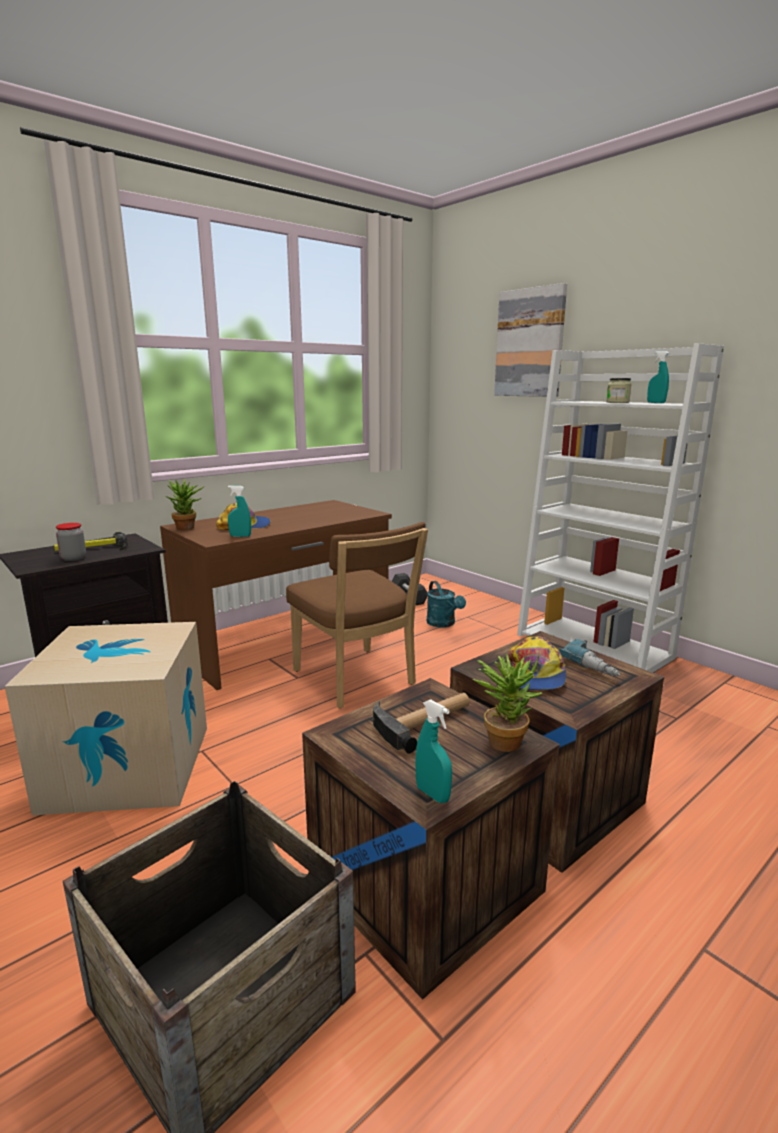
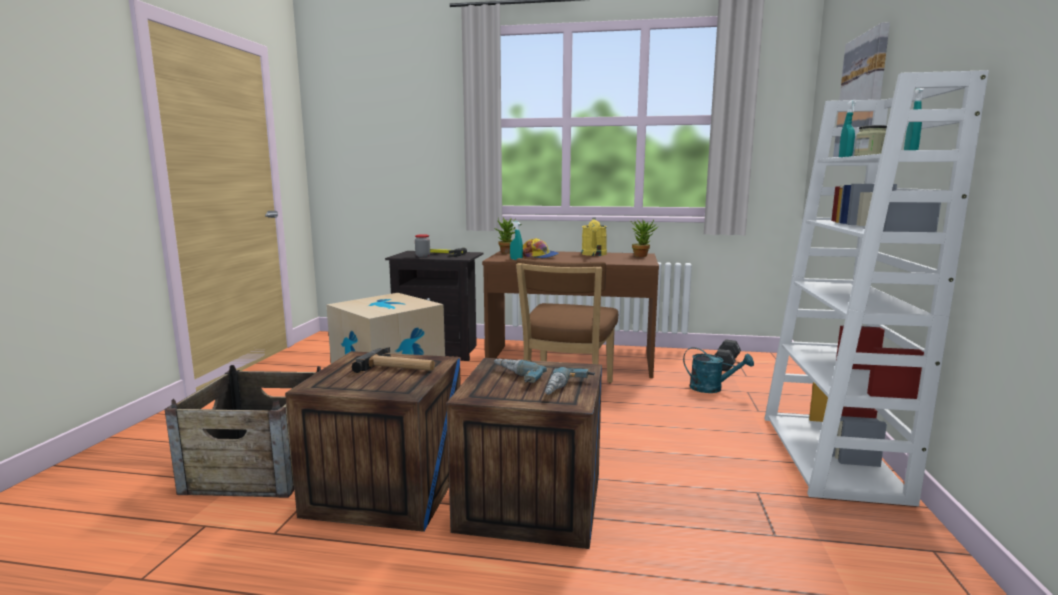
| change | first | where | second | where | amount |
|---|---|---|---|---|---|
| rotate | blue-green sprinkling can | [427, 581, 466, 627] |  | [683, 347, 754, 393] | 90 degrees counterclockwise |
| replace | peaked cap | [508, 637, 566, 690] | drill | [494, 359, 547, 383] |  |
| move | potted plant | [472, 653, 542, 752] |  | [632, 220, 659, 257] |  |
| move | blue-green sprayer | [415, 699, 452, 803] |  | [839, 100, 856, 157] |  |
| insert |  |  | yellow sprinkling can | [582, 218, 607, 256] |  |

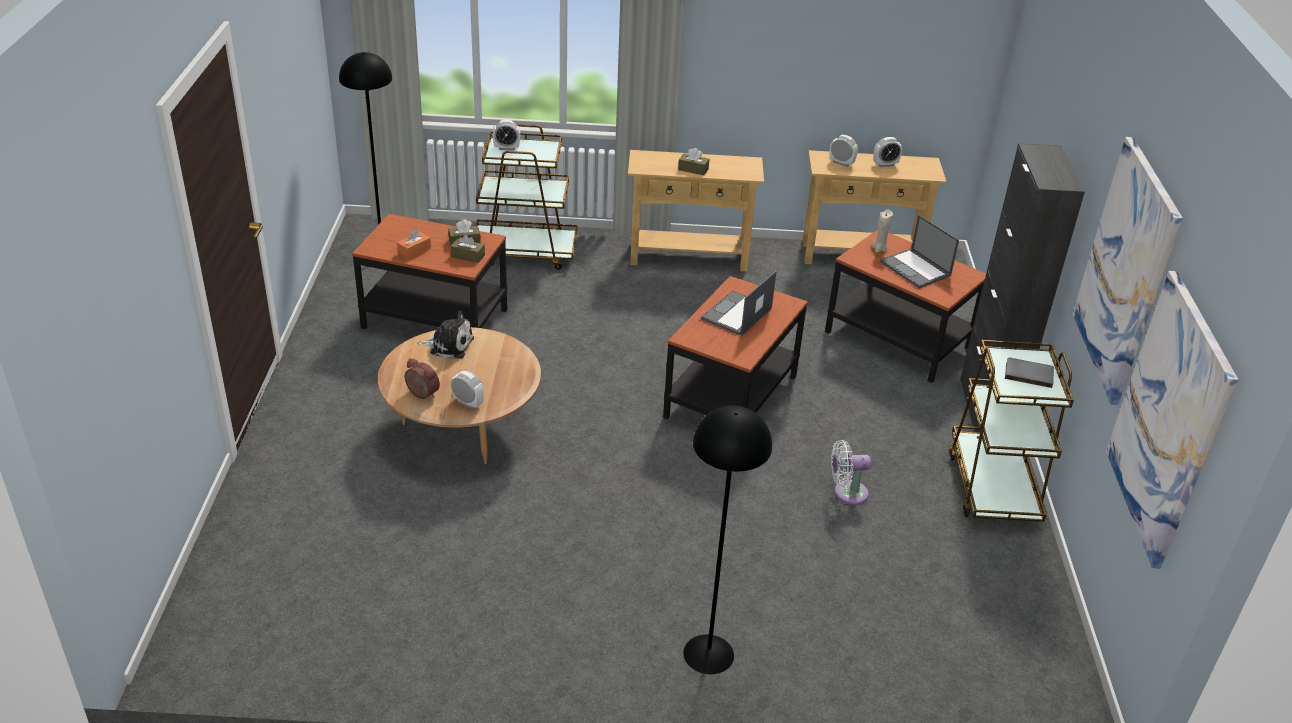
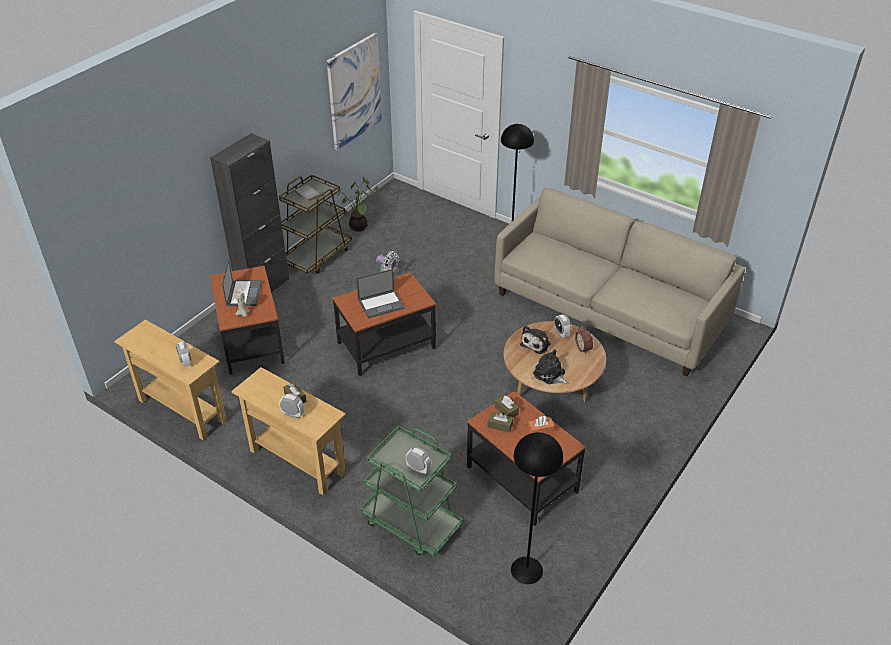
| change | first | where | second | where | amount |
|---|---|---|---|---|---|
| recolor | brown wheeled cart | [475, 124, 577, 270] | greenish wheeled cart | [360, 425, 463, 557] |  |
| move | table clock | [873, 137, 902, 167] |  | [279, 393, 304, 418] |  |
| delete | picture | [1072, 137, 1183, 405] |  |  |  |
| insert |  |  | potted plant | [338, 177, 381, 231] |  |
| insert |  |  | beige-coloured sofa | [494, 188, 745, 377] |  |
| insert |  |  | soft toy | [520, 326, 551, 354] |  |

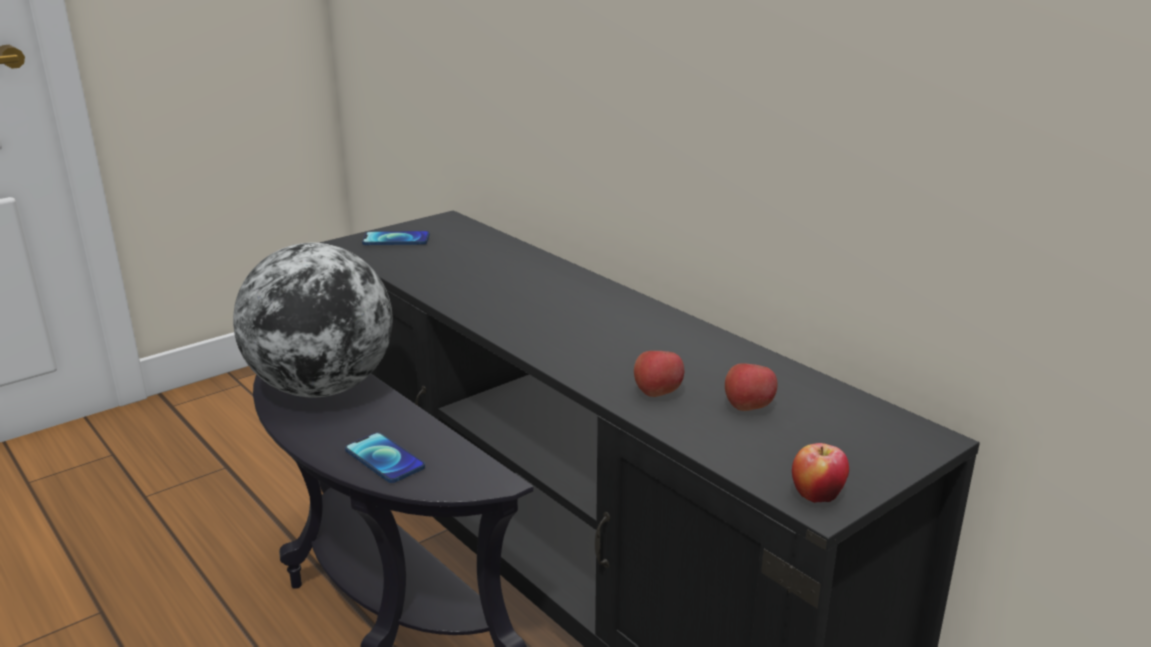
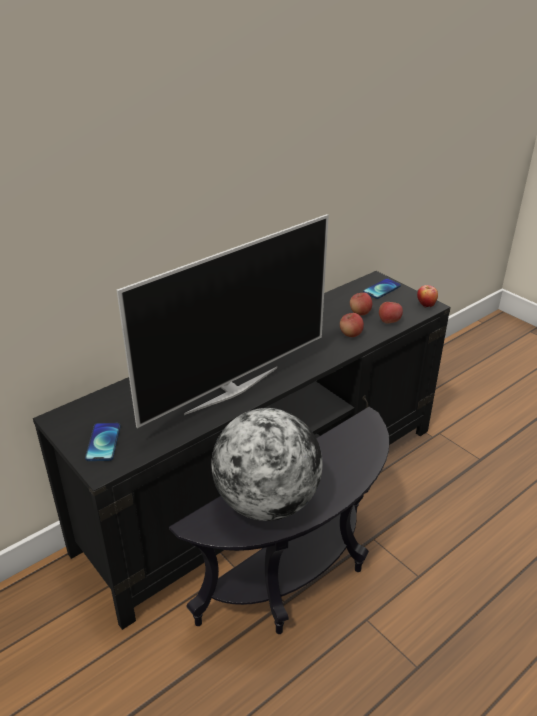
| change | first | where | second | where | amount |
|---|---|---|---|---|---|
| move | telephone | [345, 433, 425, 483] |  | [363, 278, 401, 299] |  |
| insert |  |  | TV | [117, 214, 329, 428] |  |
| insert |  |  | apple fruit | [379, 302, 403, 324] |  |

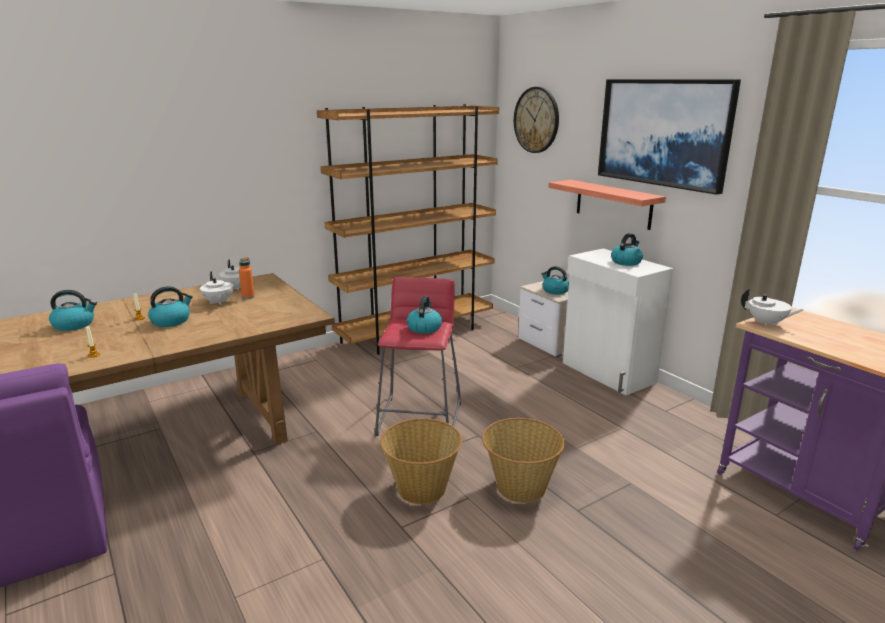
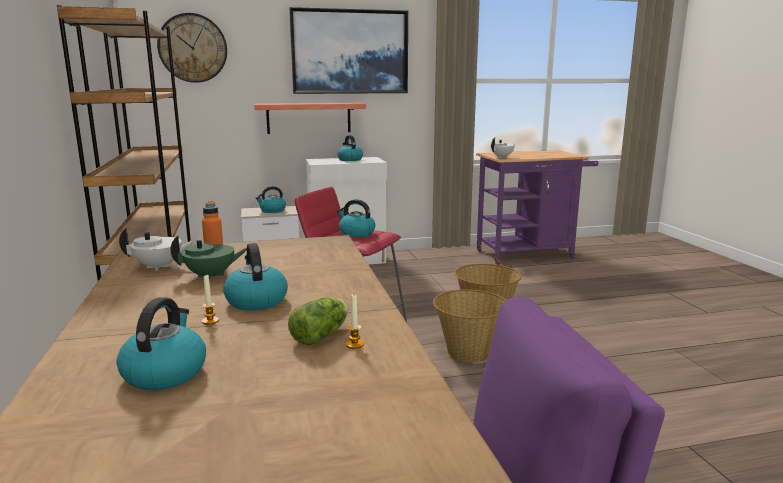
| change | first | where | second | where | amount |
|---|---|---|---|---|---|
| recolor | white teapot | [200, 272, 233, 305] | greenish teapot | [170, 236, 247, 281] |  |
| insert |  |  | head of lettuce | [288, 297, 348, 345] |  |

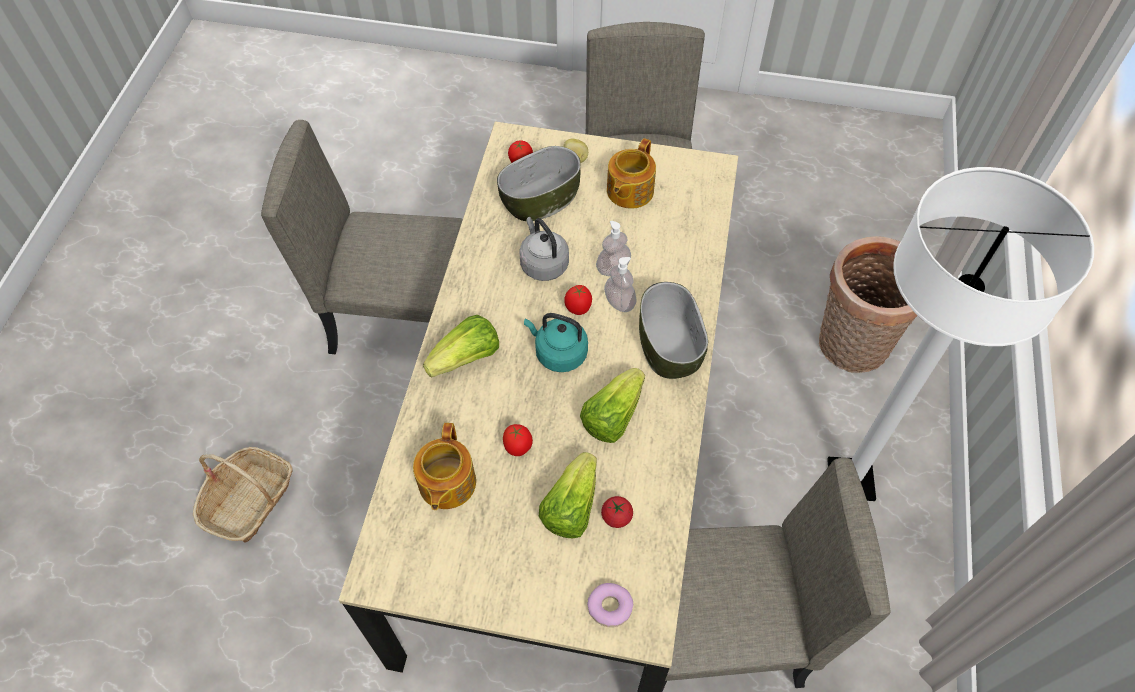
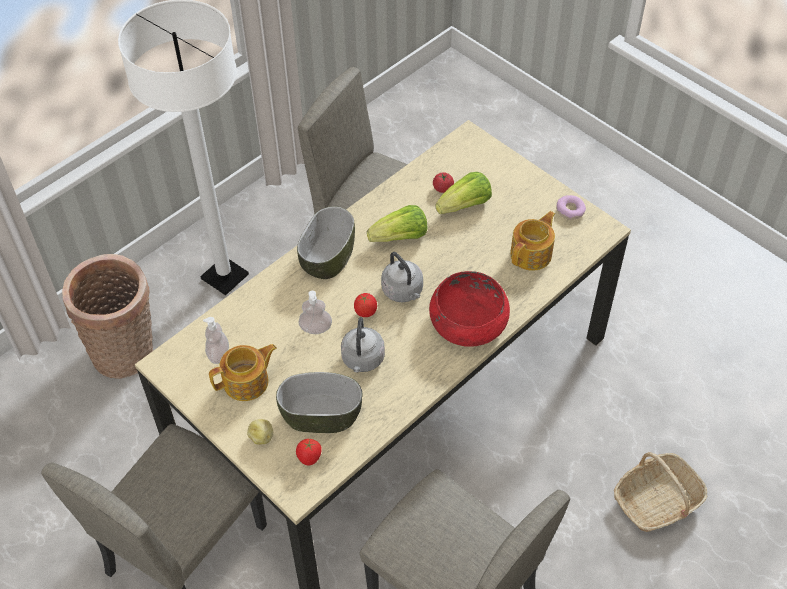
| change | first | where | second | where | amount |
|---|---|---|---|---|---|
| move | soap bottle | [604, 257, 637, 312] |  | [203, 317, 229, 364] |  |
| recolor | blue-green tea kettle | [524, 313, 588, 372] | greyish tea kettle | [381, 252, 423, 302] |  |
| replace | head of lettuce | [423, 315, 499, 377] | red serving bowl | [429, 271, 510, 347] |  |
| delete | fresh tomato | [503, 424, 533, 456] |  |  |  |
| move | ring doughnut | [587, 583, 633, 628] |  | [556, 195, 586, 220] |  |

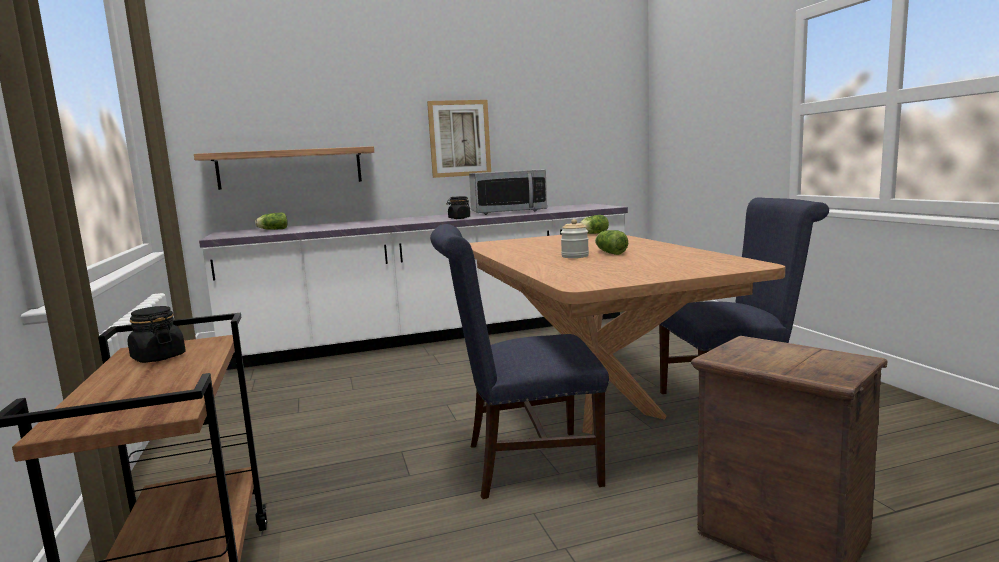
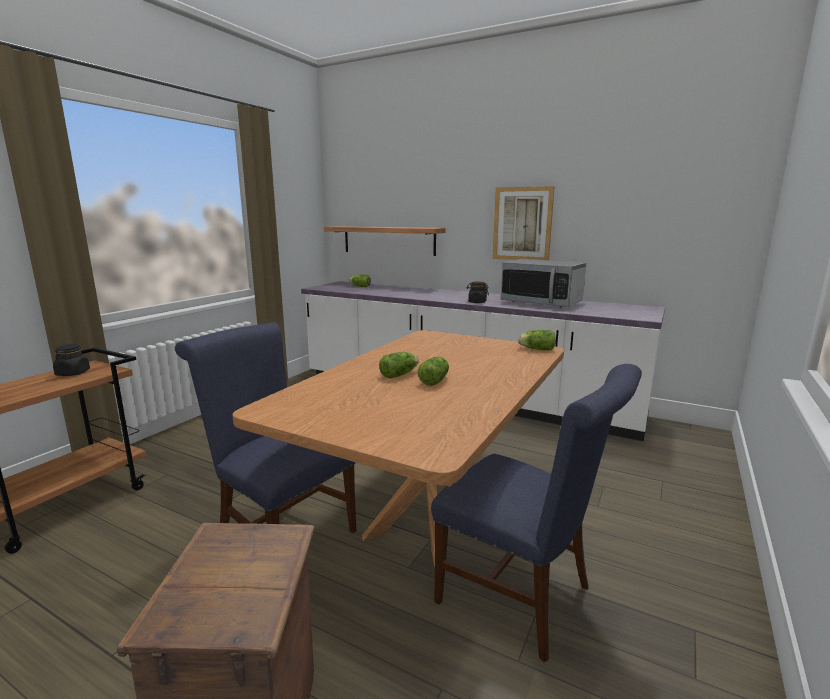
| change | first | where | second | where | amount |
|---|---|---|---|---|---|
| replace | jar | [561, 219, 589, 258] | head of lettuce | [379, 352, 419, 379] |  |

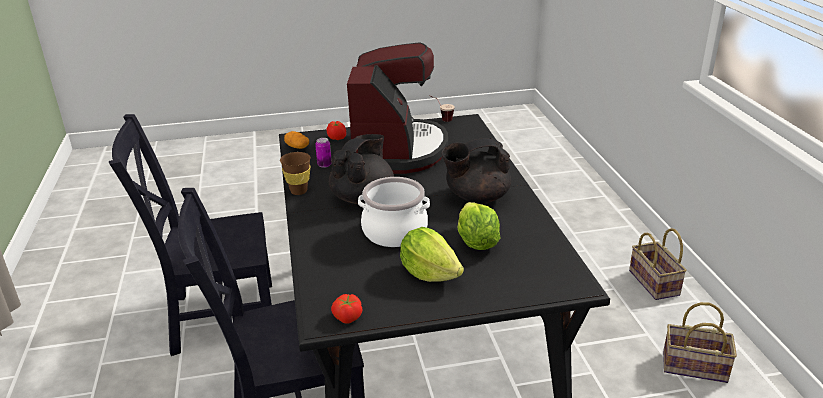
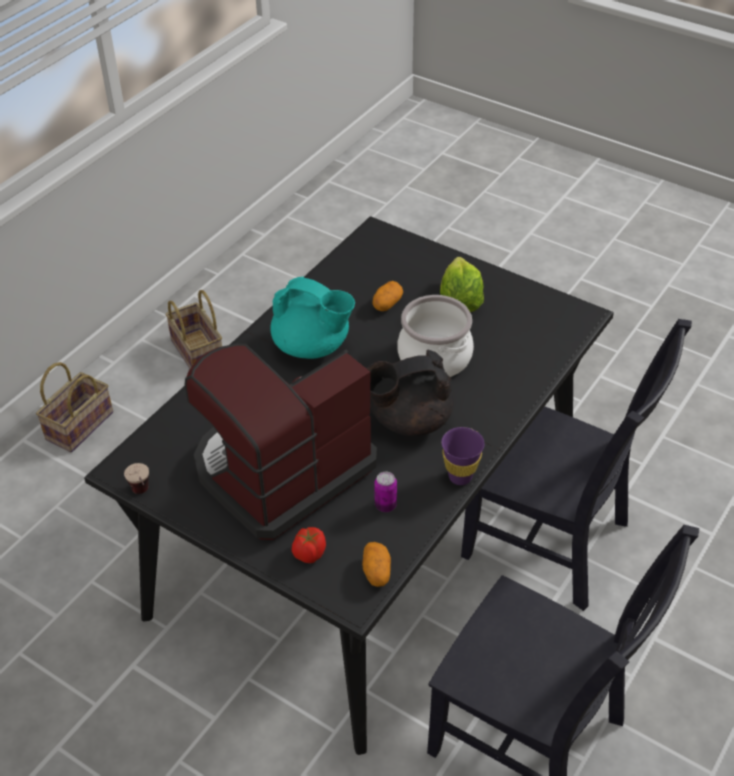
| change | first | where | second | where | amount |
|---|---|---|---|---|---|
| recolor | blackish teapot | [442, 138, 512, 204] | blue-green teapot | [270, 277, 355, 359] |  |
| recolor | brown cup | [280, 152, 311, 195] | purple-coloured cup | [441, 427, 484, 485] |  |
| replace | head of lettuce | [457, 202, 500, 250] | spud | [372, 281, 403, 311] |  |
| delete | fresh tomato | [331, 294, 362, 324] |  |  |  |

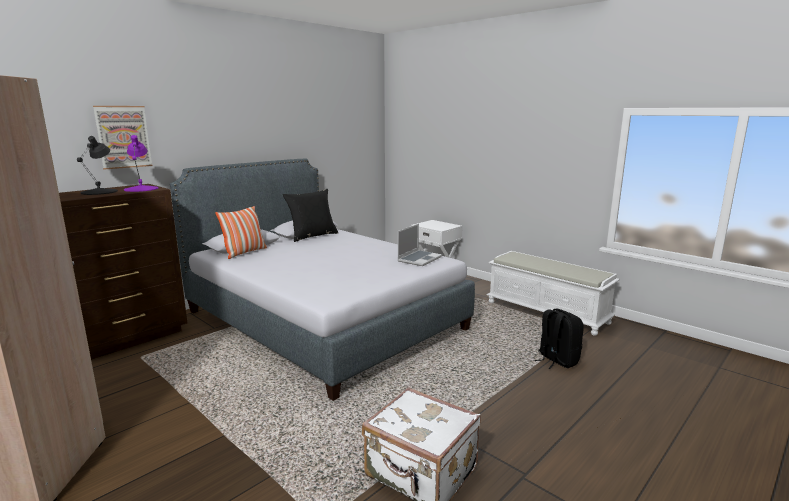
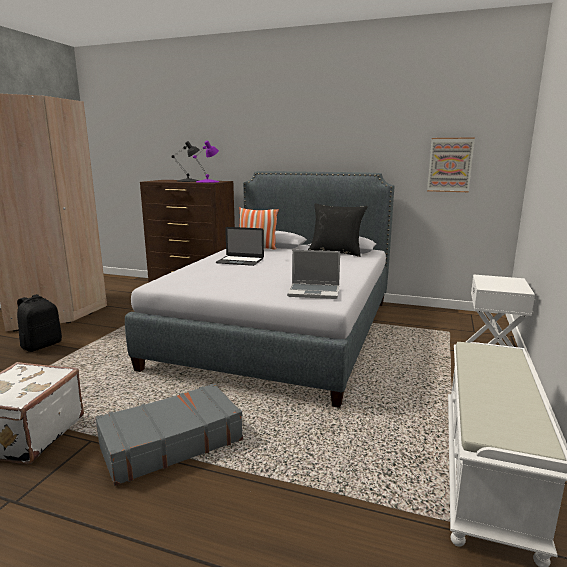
| change | first | where | second | where | amount |
|---|---|---|---|---|---|
| move | picture | [93, 106, 153, 170] |  | [427, 137, 475, 192] |  |
| move | blackish knapsack | [535, 309, 584, 369] |  | [17, 294, 62, 352] |  |
| insert |  |  | laptop | [215, 227, 264, 266] |  |
| insert |  |  | greyish suitcase | [96, 383, 243, 486] |  |

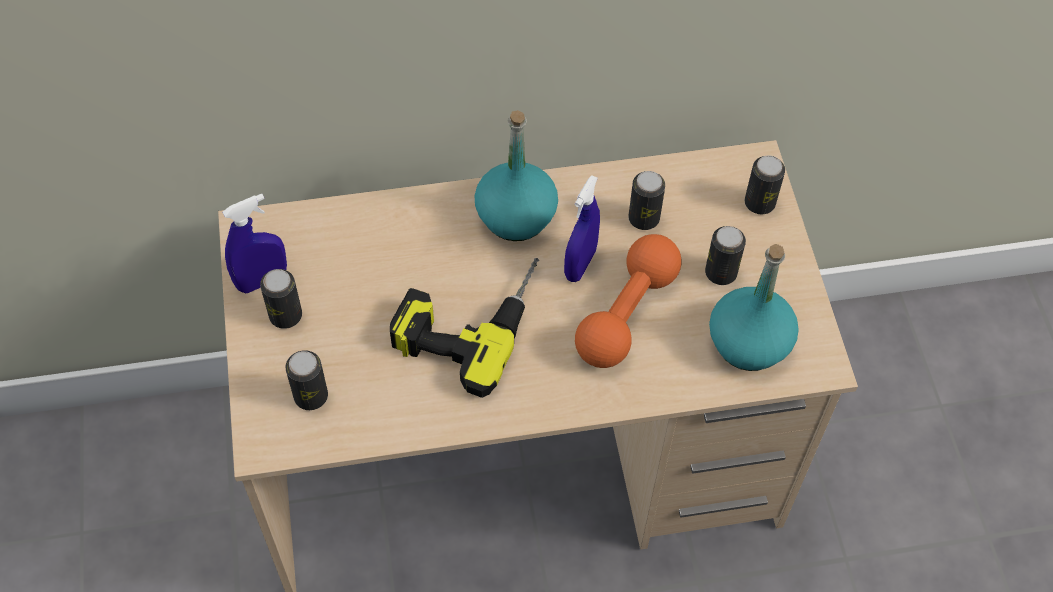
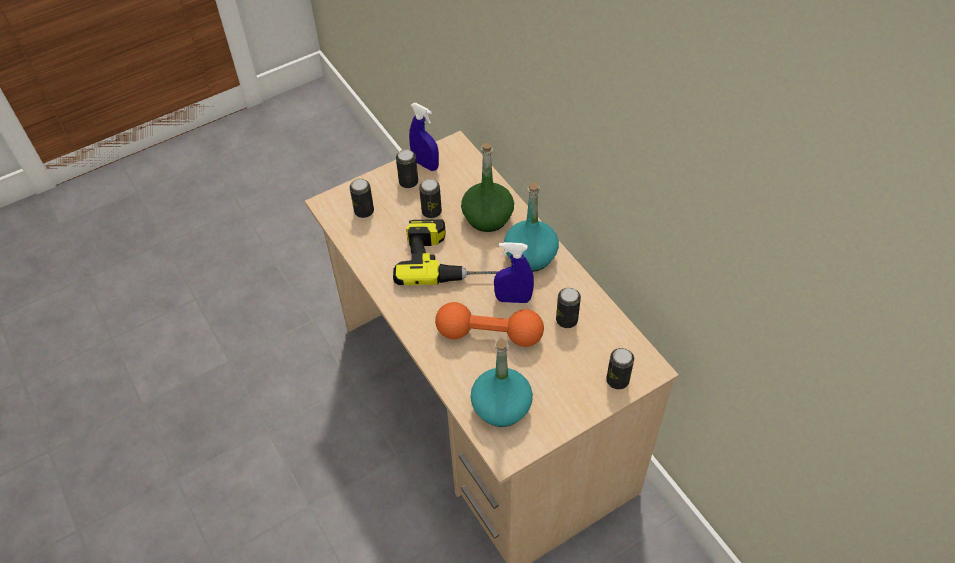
| change | first | where | second | where | amount |
|---|---|---|---|---|---|
| move | can | [705, 226, 746, 285] |  | [419, 179, 442, 218] |  |
| insert |  |  | greenish beverage bottle | [461, 143, 514, 232] |  |

